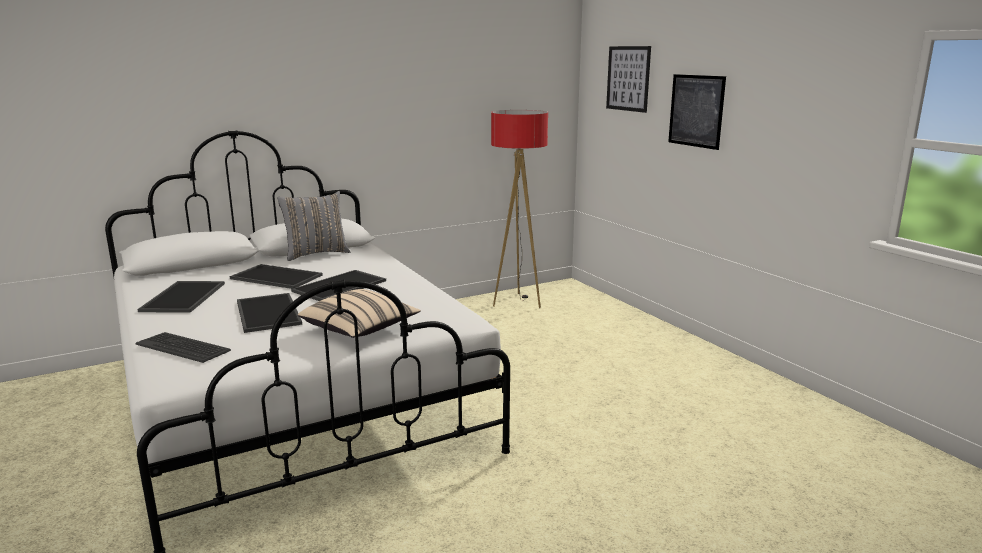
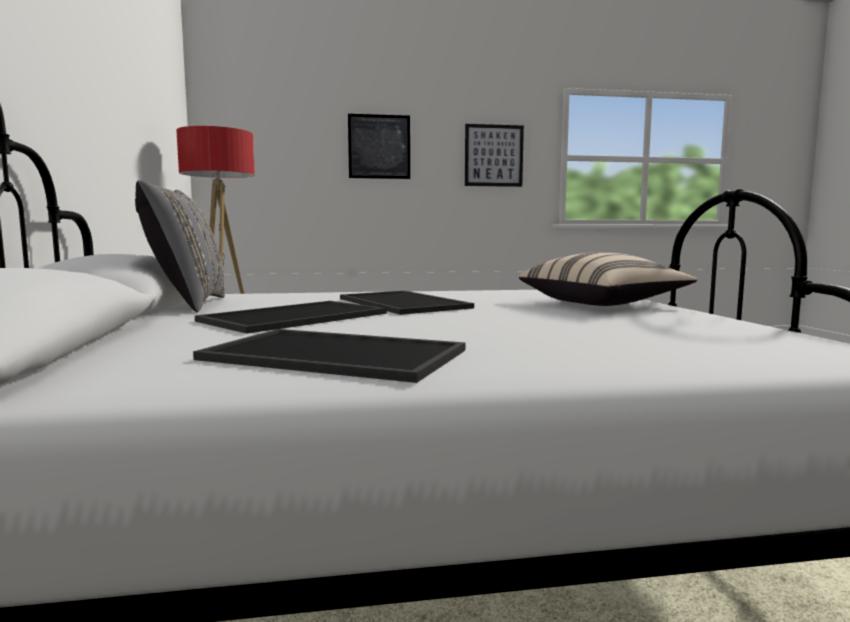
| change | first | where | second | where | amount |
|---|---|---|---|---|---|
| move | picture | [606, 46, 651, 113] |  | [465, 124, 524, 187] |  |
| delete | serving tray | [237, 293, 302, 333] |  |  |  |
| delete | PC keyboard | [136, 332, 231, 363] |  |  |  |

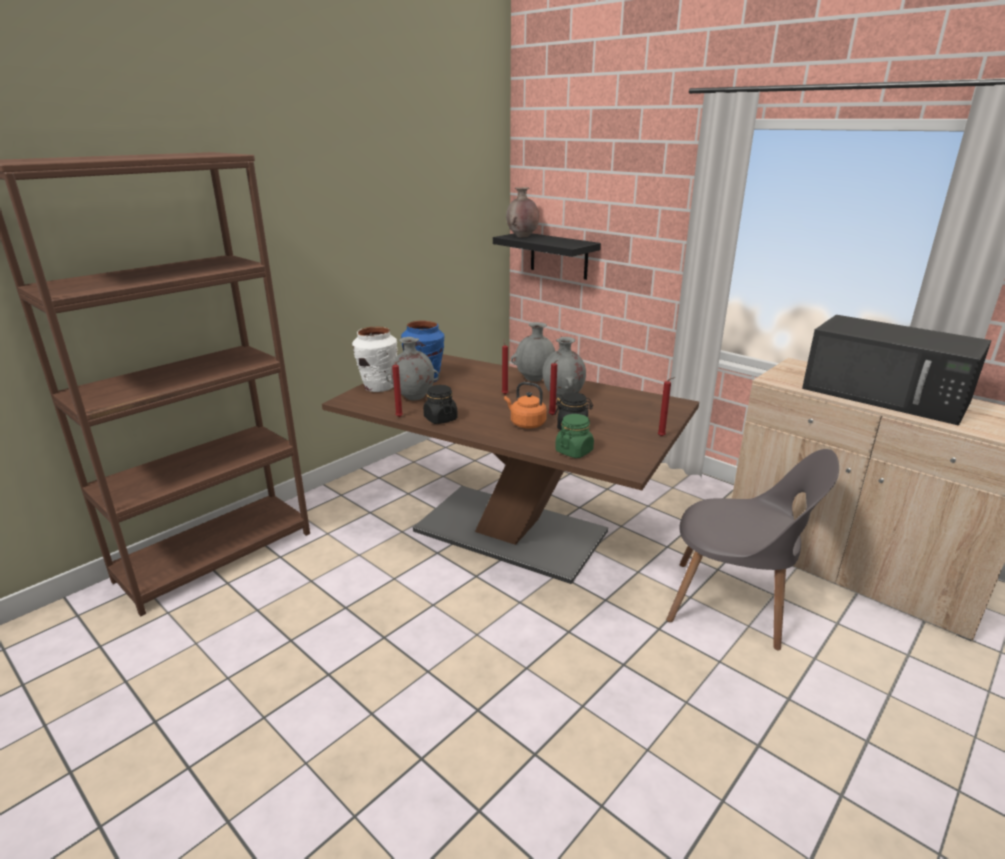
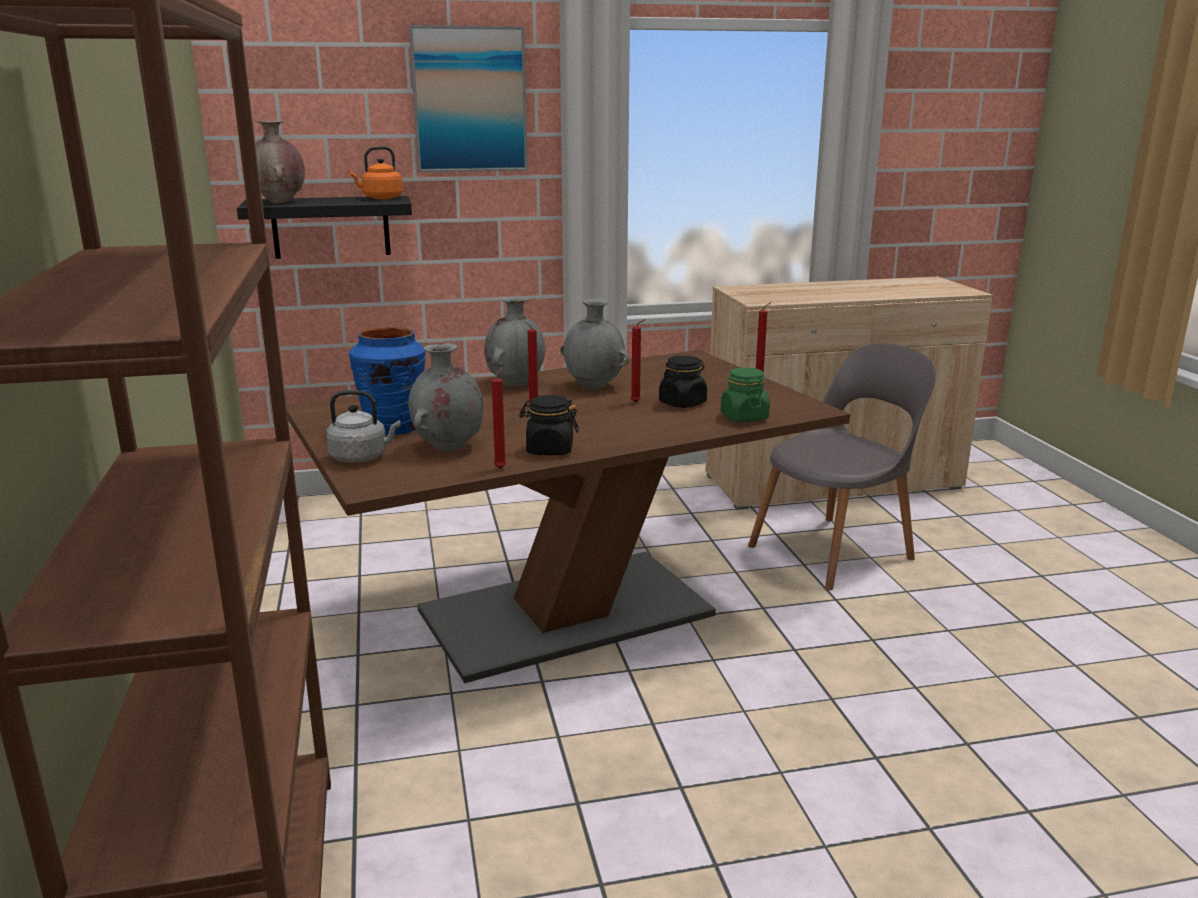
| change | first | where | second | where | amount |
|---|---|---|---|---|---|
| delete | blackish microwave oven | [802, 315, 991, 426] |  |  |  |
| replace | white vase | [352, 327, 398, 392] | greyish tea kettle | [326, 390, 401, 463] |  |
| move | orangey tea kettle | [504, 382, 547, 429] |  | [349, 146, 403, 199] |  |
| insert |  |  | picture | [409, 25, 528, 172] |  |

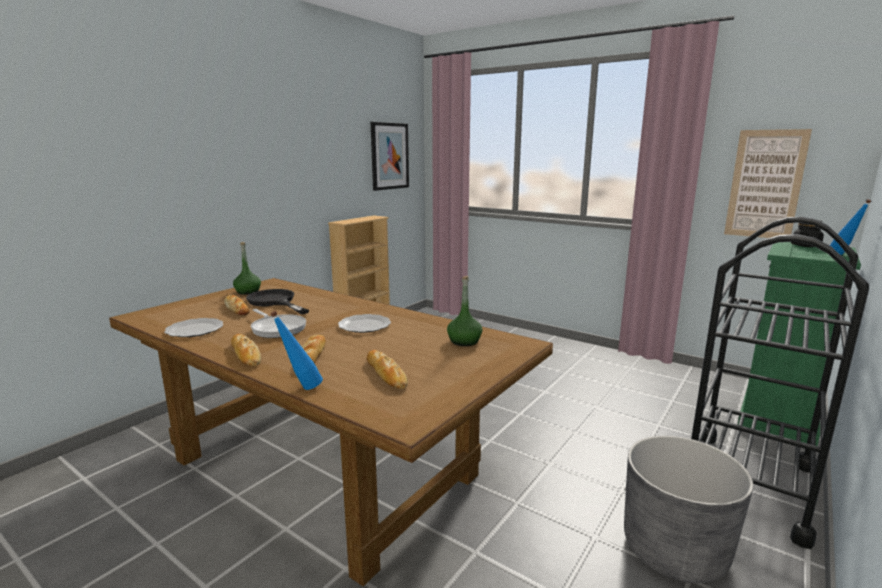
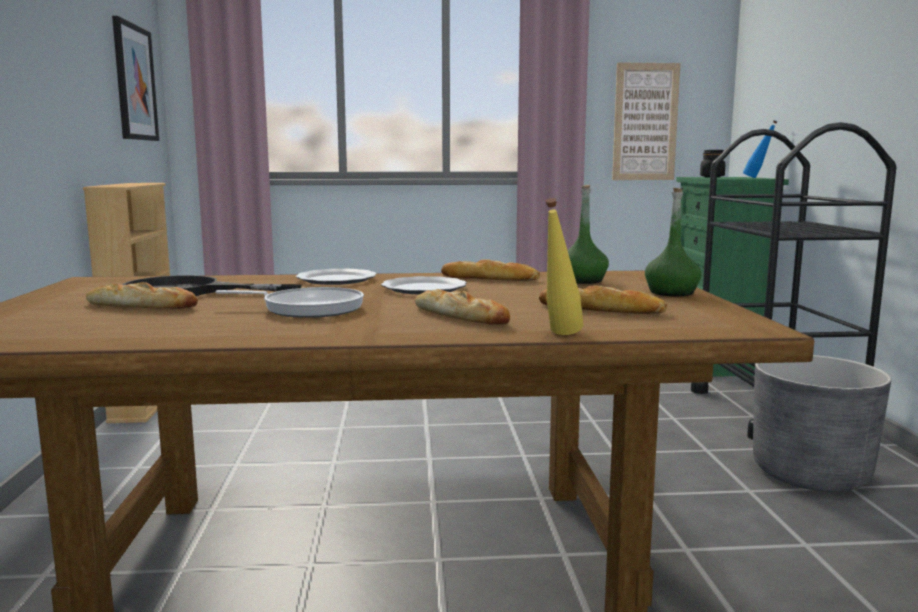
| change | first | where | second | where | amount |
|---|---|---|---|---|---|
| move | greenish beverage bottle | [233, 242, 261, 295] |  | [645, 187, 701, 296] |  |
| recolor | blue-coloured beverage bottle | [270, 311, 323, 390] | yellow beverage bottle | [546, 198, 583, 335] |  |
| move | flat dish | [164, 318, 223, 337] |  | [296, 269, 377, 285] |  |
| move | bread | [231, 334, 261, 366] |  | [441, 259, 540, 281] |  |

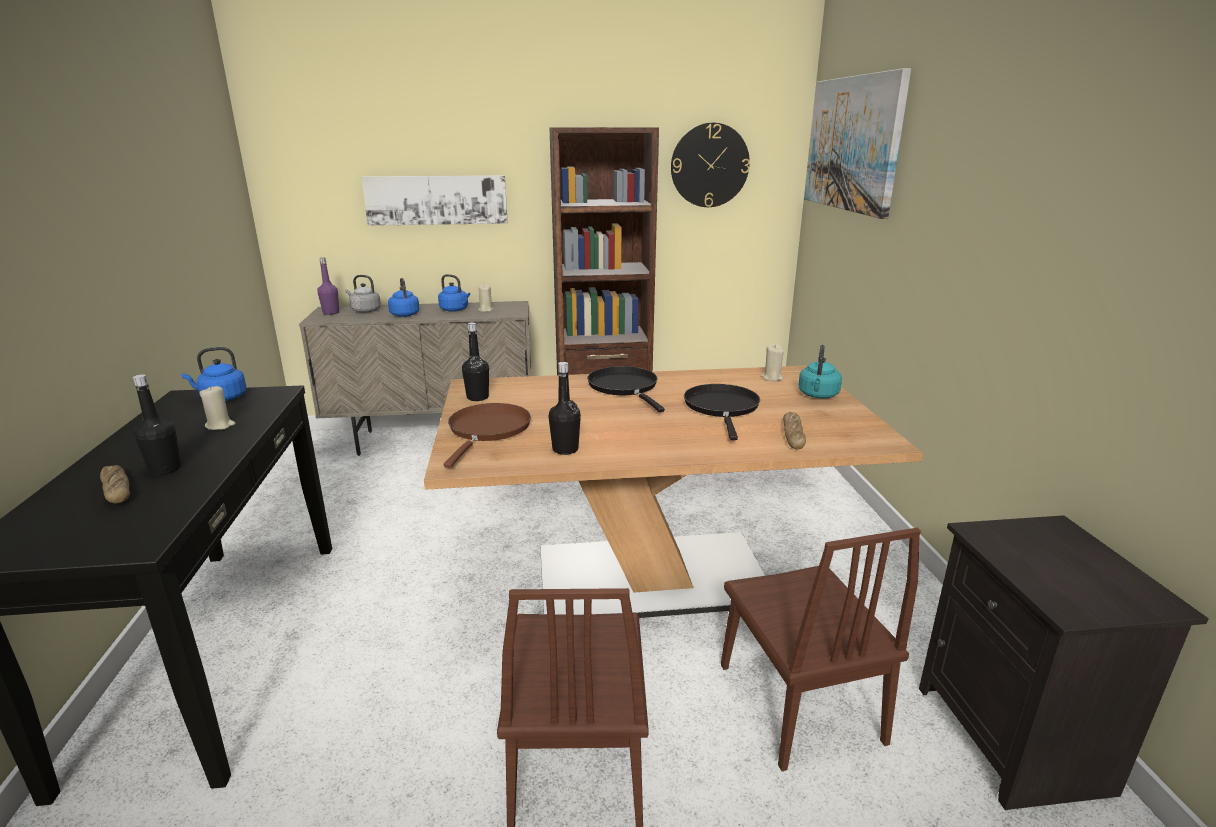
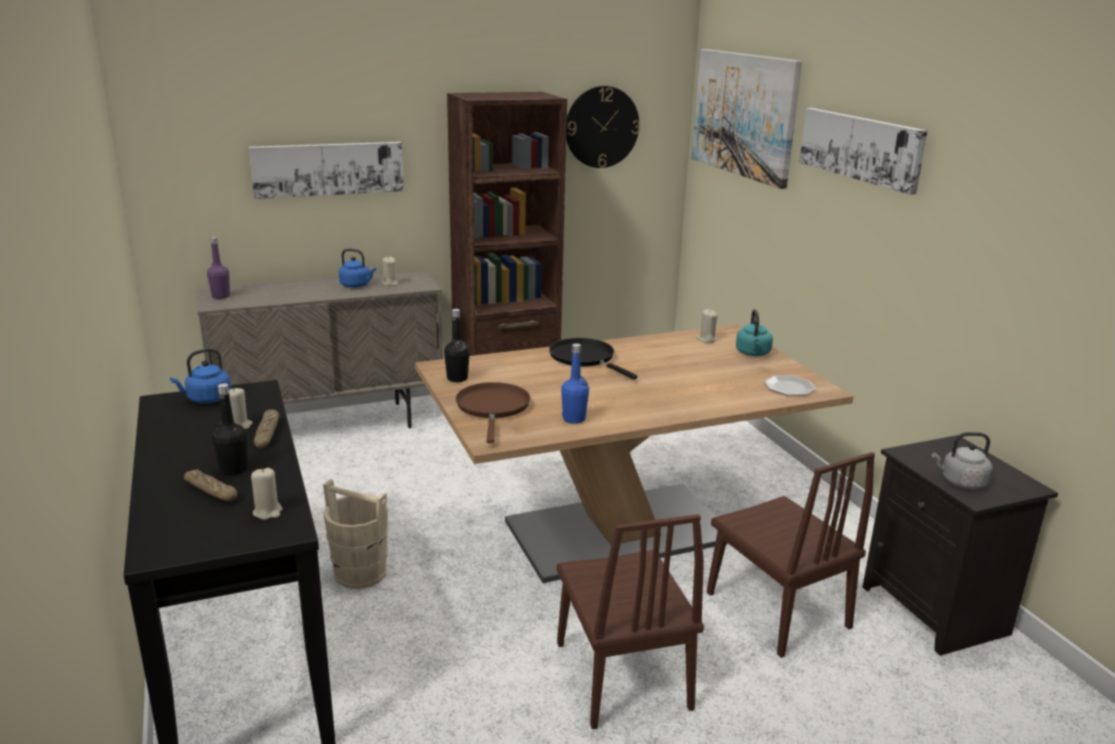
| change | first | where | second | where | amount |
|---|---|---|---|---|---|
| move | greyish tea kettle | [345, 275, 381, 313] |  | [932, 432, 993, 490] |  |
| delete | blue-coloured tea kettle | [388, 278, 419, 317] |  |  |  |
| recolor | blackish beverage bottle | [548, 362, 581, 455] | blue-coloured beverage bottle | [561, 343, 589, 424] |  |
| delete | blackish skillet | [684, 384, 760, 440] |  |  |  |
| move | bread | [783, 412, 806, 450] |  | [254, 409, 279, 448] |  |
| insert |  |  | picture | [799, 108, 927, 195] |  |
| insert |  |  | flat dish | [764, 375, 816, 396] |  |
| insert |  |  | beige-coloured wax candle | [251, 468, 283, 520] |  |
| insert |  |  | beige-coloured bucket | [323, 479, 389, 589] |  |

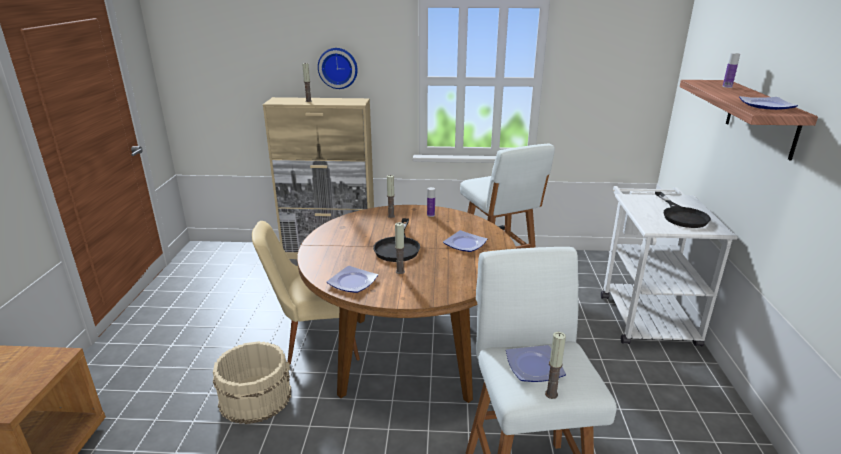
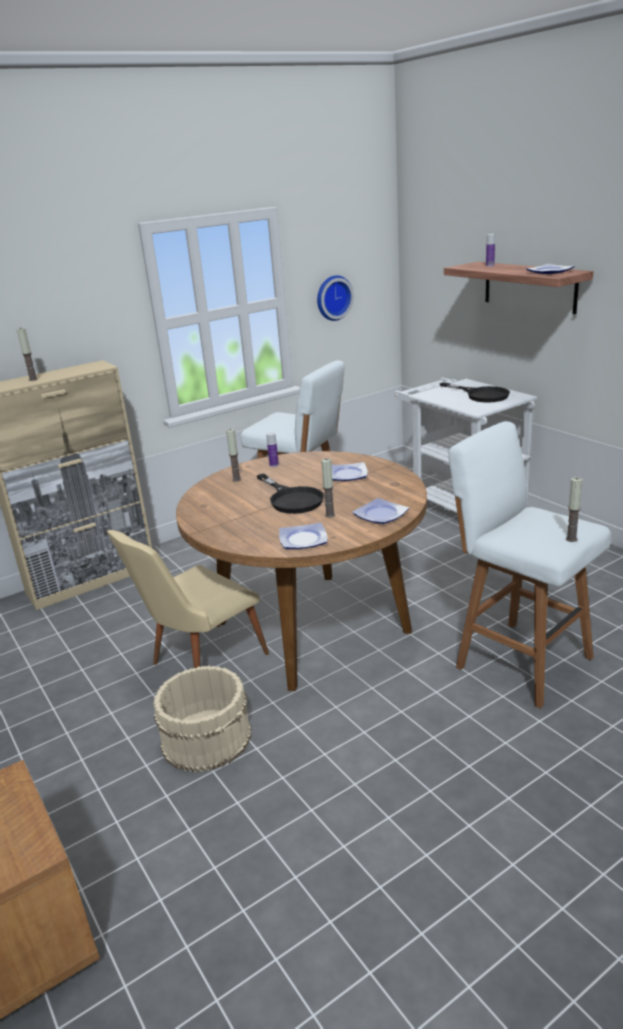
| change | first | where | second | where | amount |
|---|---|---|---|---|---|
| move | wall clock | [318, 48, 358, 89] |  | [317, 275, 354, 321] |  |
| move | flat dish | [506, 345, 566, 382] |  | [352, 498, 409, 524] |  |

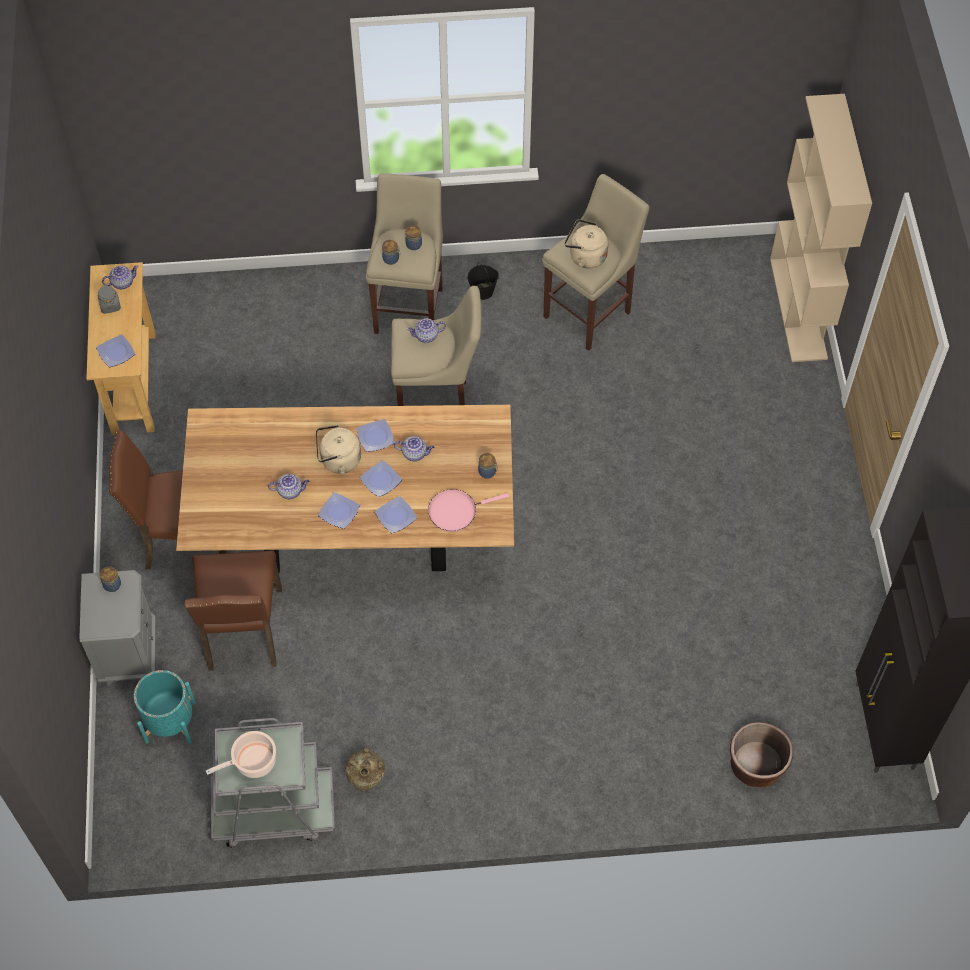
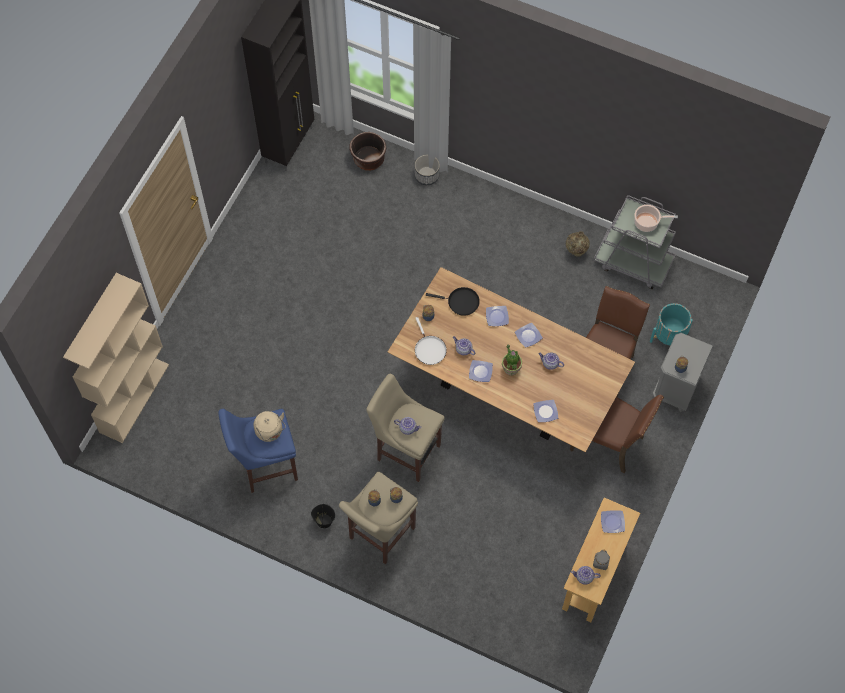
| change | first | where | second | where | amount |
|---|---|---|---|---|---|
| recolor | beige-coloured stool seat | [542, 174, 649, 351] | blue-coloured stool seat | [218, 409, 298, 493] |  |
| replace | beige-coloured tea kettle | [315, 425, 361, 475] | potted plant | [502, 345, 522, 376] |  |
| move | flat dish | [360, 460, 402, 497] |  | [534, 400, 558, 422] |  |
| recolor | pink skillet | [428, 489, 509, 532] | blackish skillet | [426, 287, 480, 316] |  |
| insert |  |  | planter | [415, 155, 440, 185] |  |
| insert |  |  | white skillet | [415, 317, 447, 365] |  |

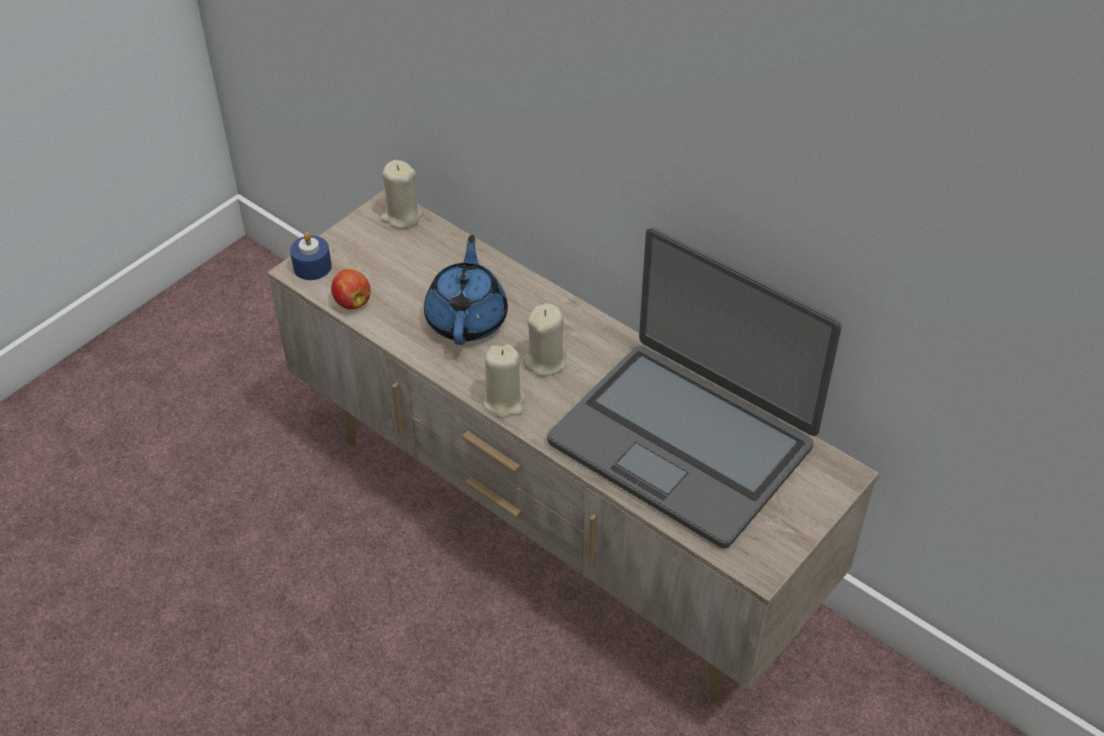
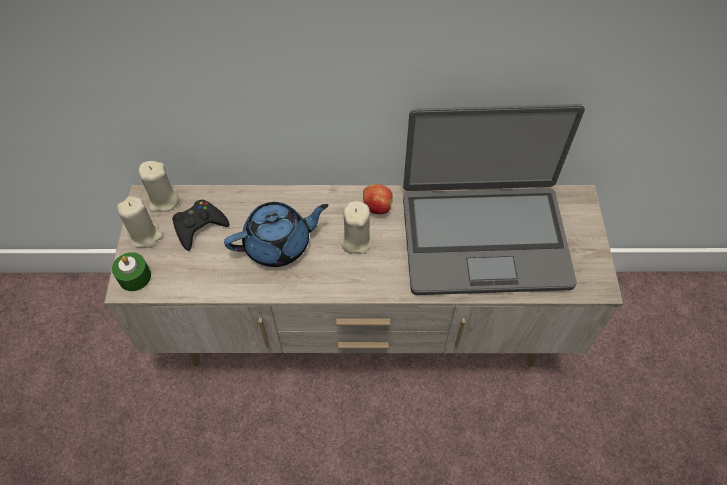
| change | first | where | second | where | amount |
|---|---|---|---|---|---|
| recolor | blue-coloured wax candle | [290, 232, 332, 280] | greenish wax candle | [112, 252, 151, 291] |  |
| rotate | blue-coloured teapot | [424, 235, 508, 345] |  | [224, 202, 328, 267] | 105 degrees clockwise |
| move | apple fruit | [331, 269, 371, 310] |  | [363, 184, 393, 214] |  |
| move | beige-coloured wax candle | [483, 344, 526, 418] |  | [117, 196, 163, 248] |  |
| insert |  |  | blackish game controller | [172, 200, 229, 251] |  |

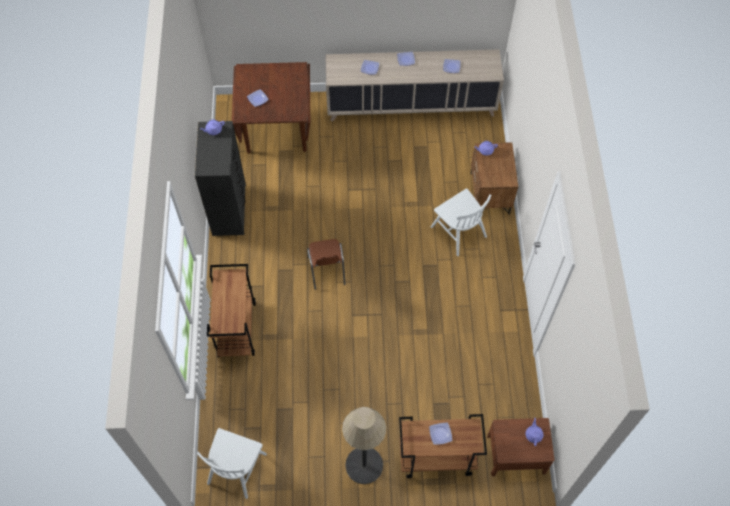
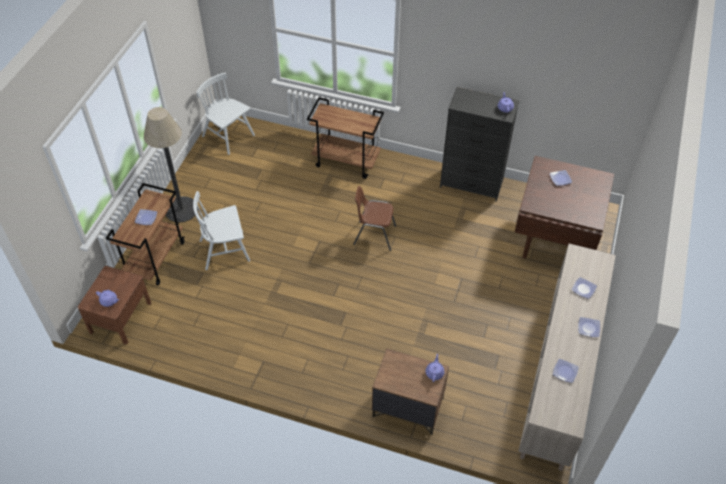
| change | first | where | second | where | amount |
|---|---|---|---|---|---|
| move | white chair | [431, 189, 491, 256] |  | [193, 191, 250, 270] |  |

